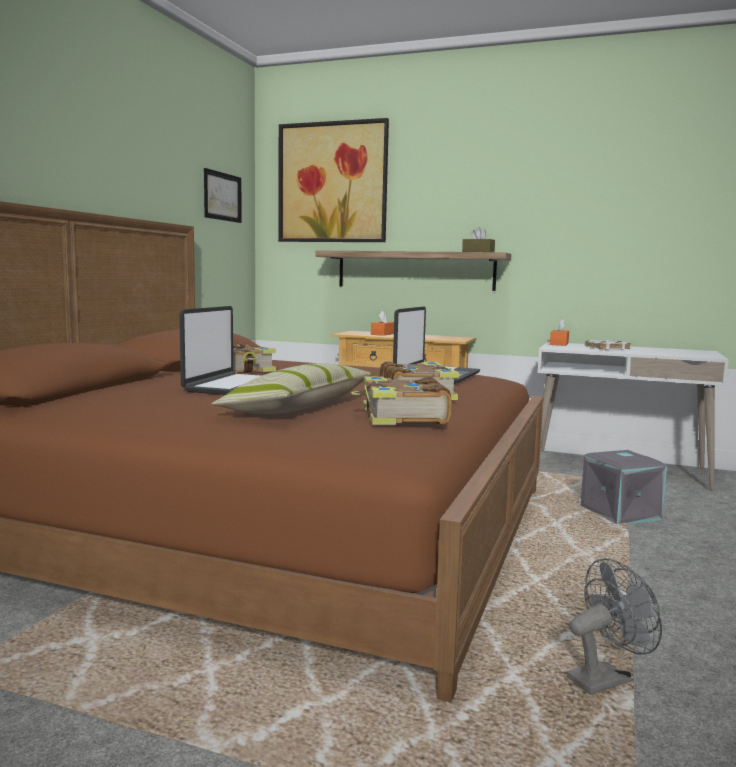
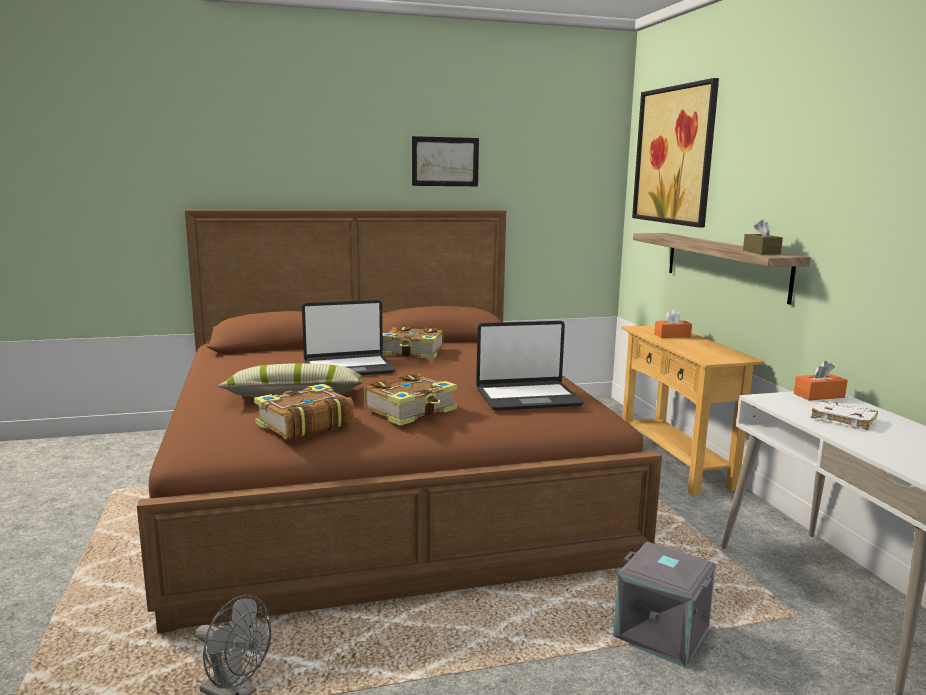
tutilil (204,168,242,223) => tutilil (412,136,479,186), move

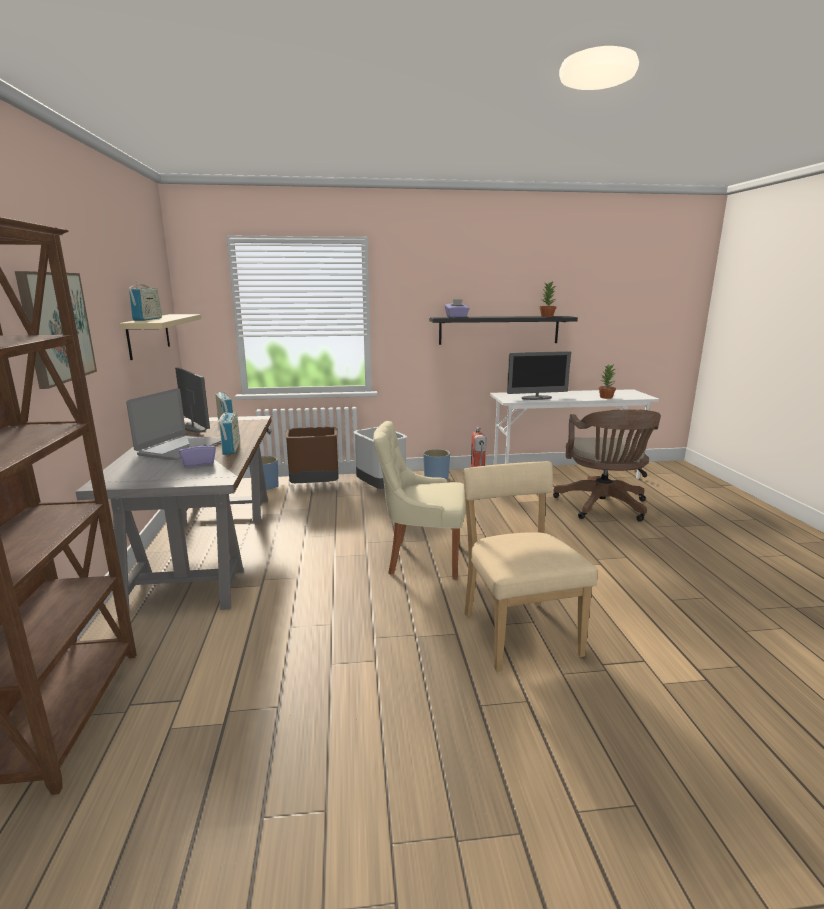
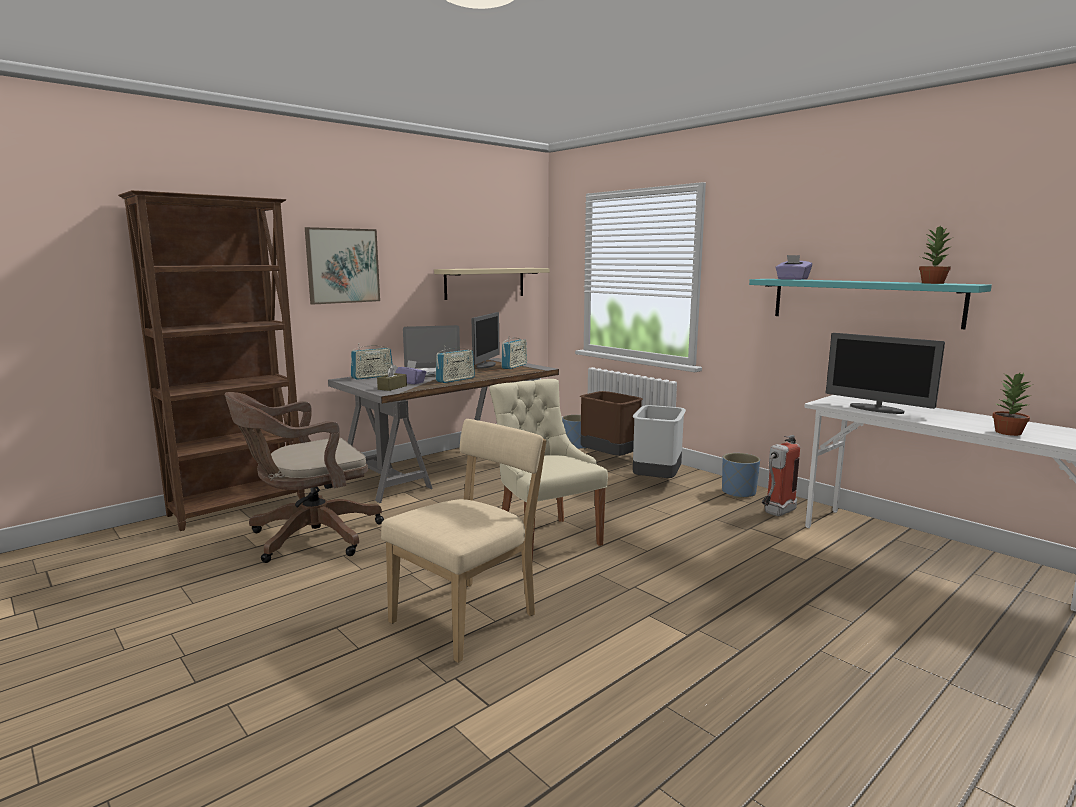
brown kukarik (553,409,661,522) => brown kukarik (225,392,384,563), move
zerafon (129,281,162,321) => zerafon (351,343,392,380), move
nothing => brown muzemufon (377,364,407,391)
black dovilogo (429,316,578,345) => turquoise dovilogo (749,279,992,329)

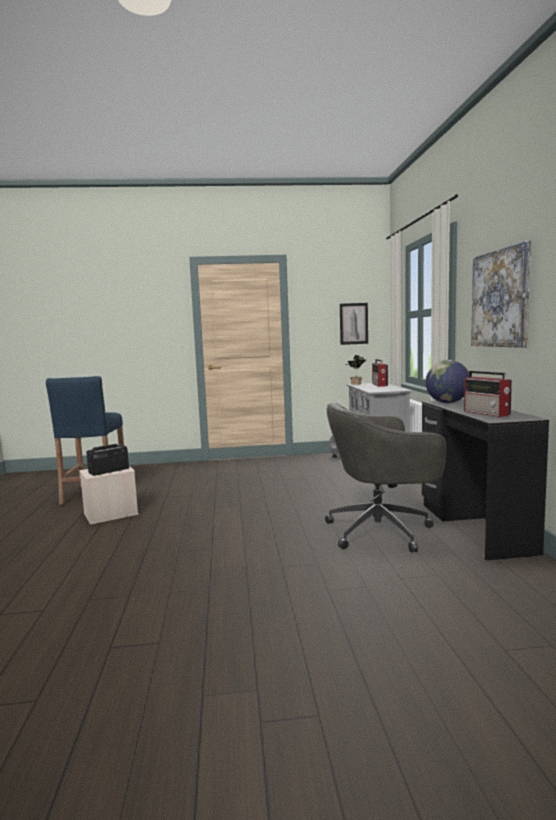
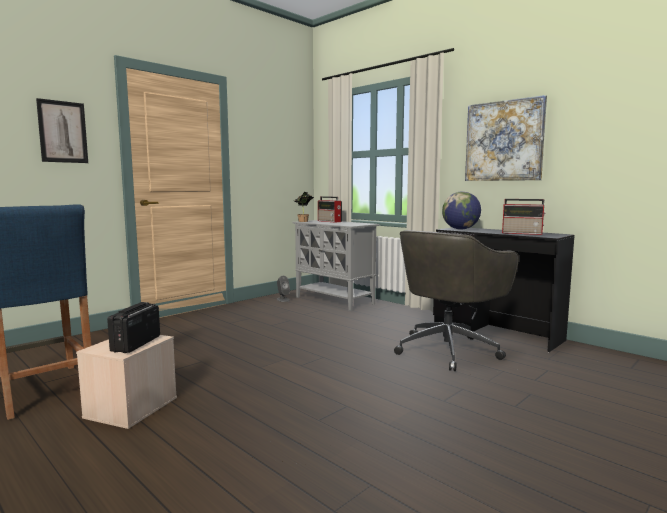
tutilil (340,303,368,345) => tutilil (36,98,88,163), move

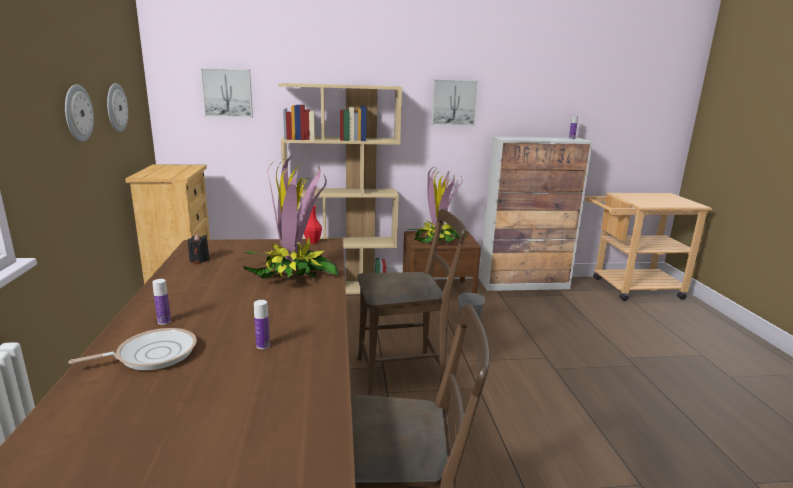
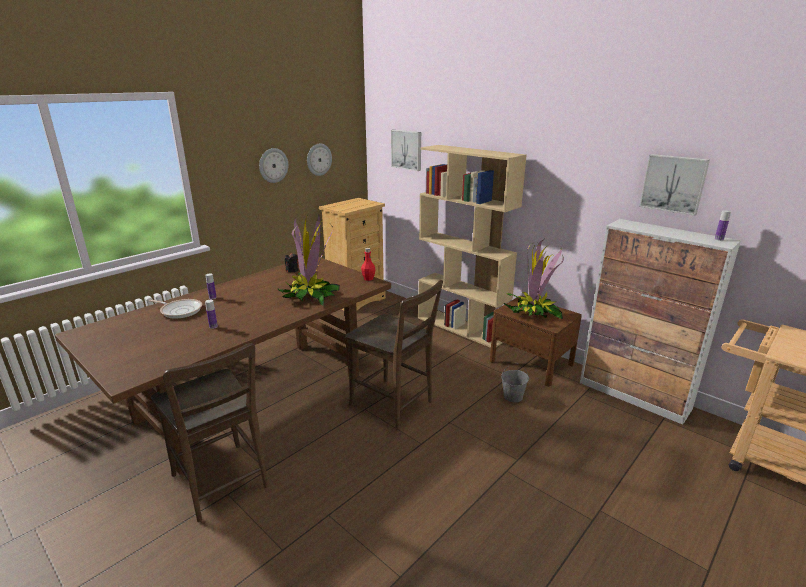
tutilil (431,79,478,126) => tutilil (639,154,710,216), move

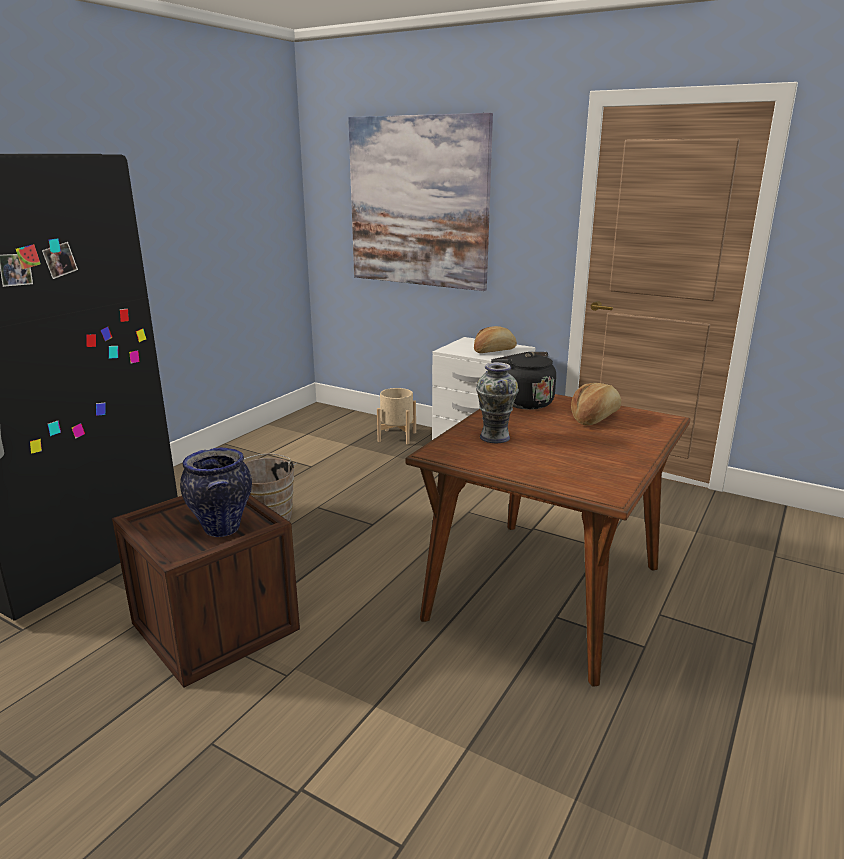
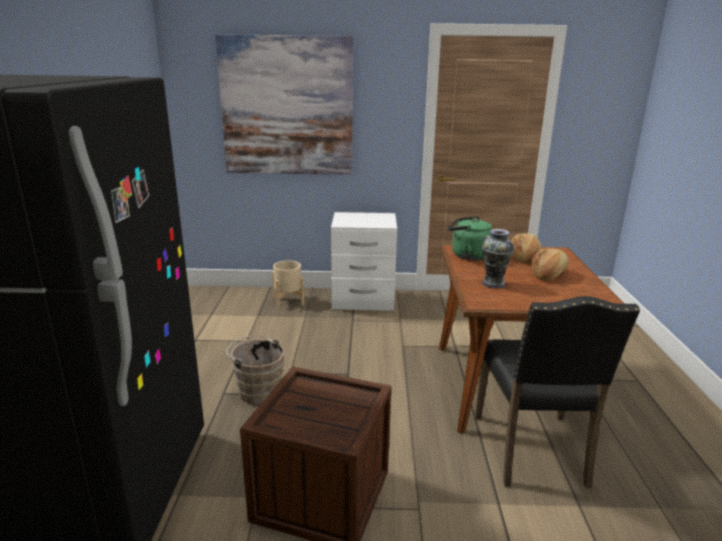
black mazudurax (491,352,556,409) => green mazudurax (448,216,493,260)
nothing => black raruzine (475,296,640,488)
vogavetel (474,326,517,353) => vogavetel (532,248,569,281), move
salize (180,447,252,537) => nothing

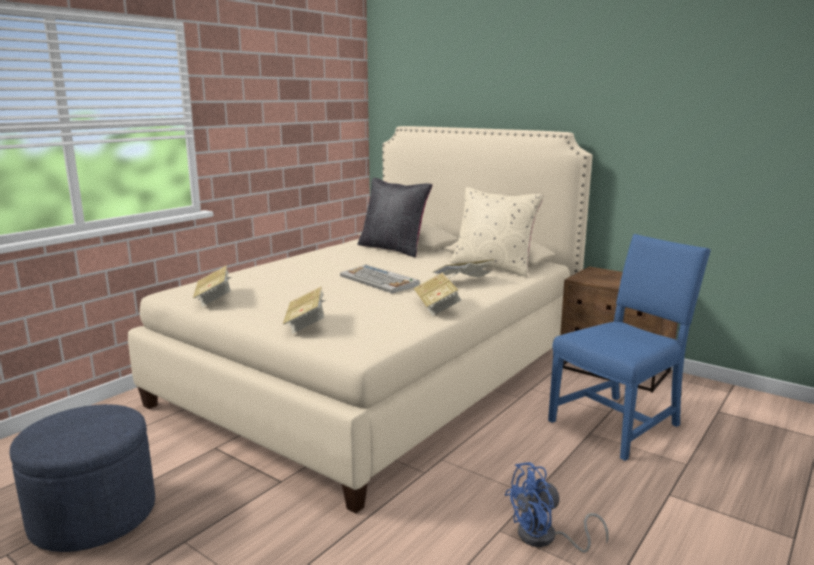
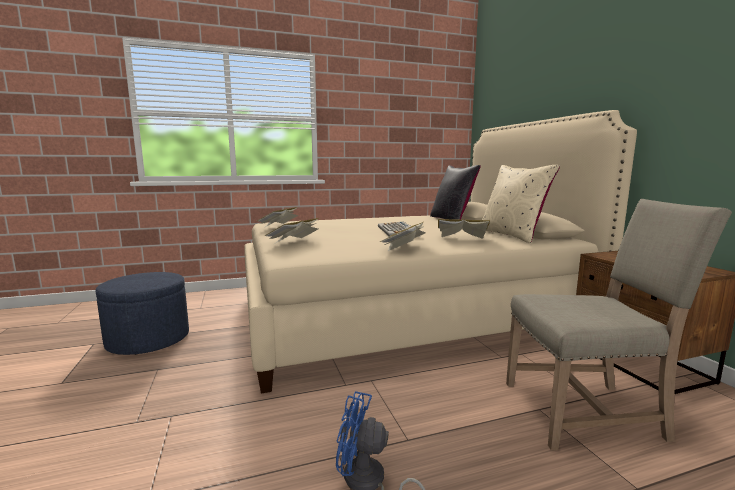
blue raruzine (548,234,711,461) => beige raruzine (506,199,732,450)

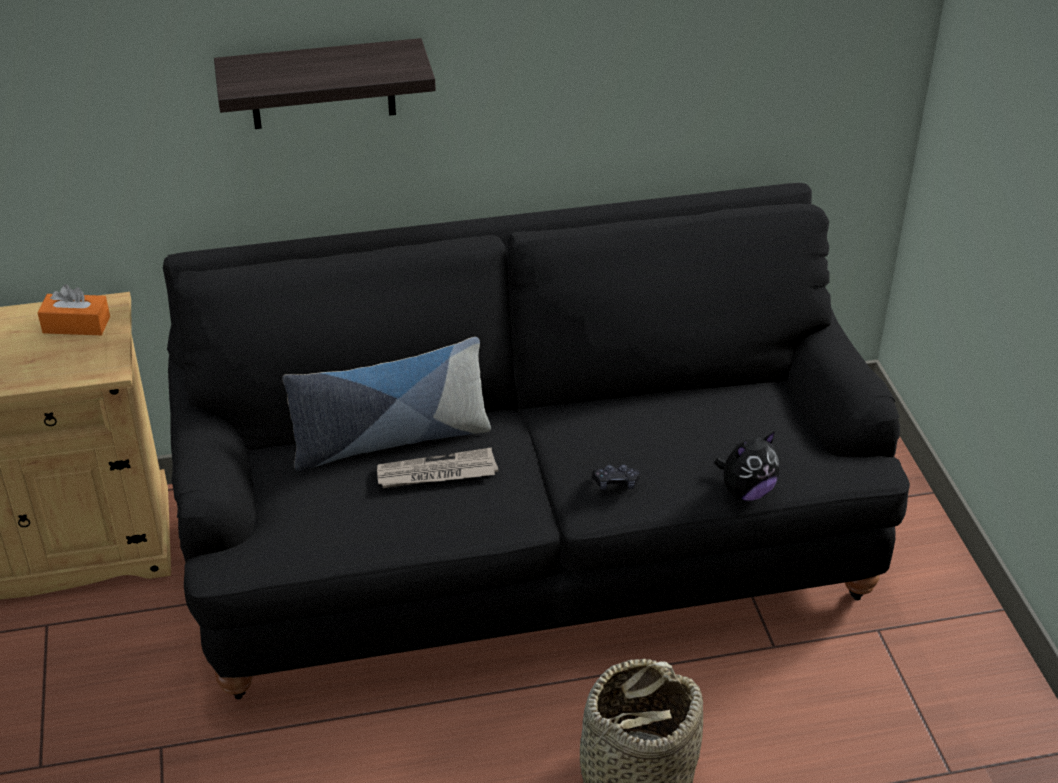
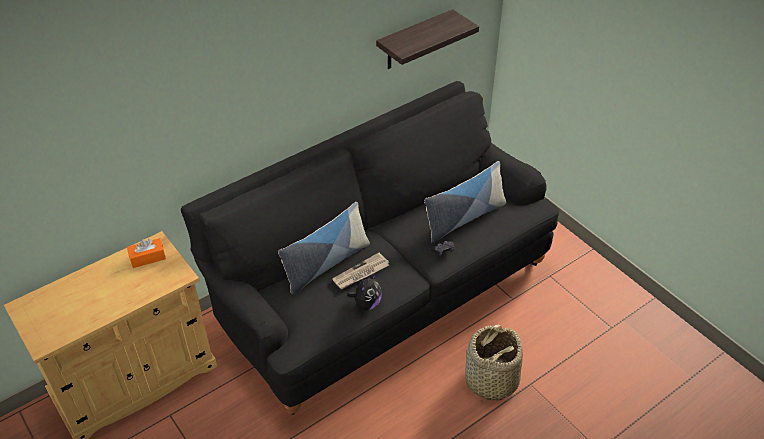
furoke (714,431,780,501) => furoke (347,274,382,310), move
dovilogo (214,38,436,129) => dovilogo (376,9,479,69), move
nothing => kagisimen (424,161,506,243)

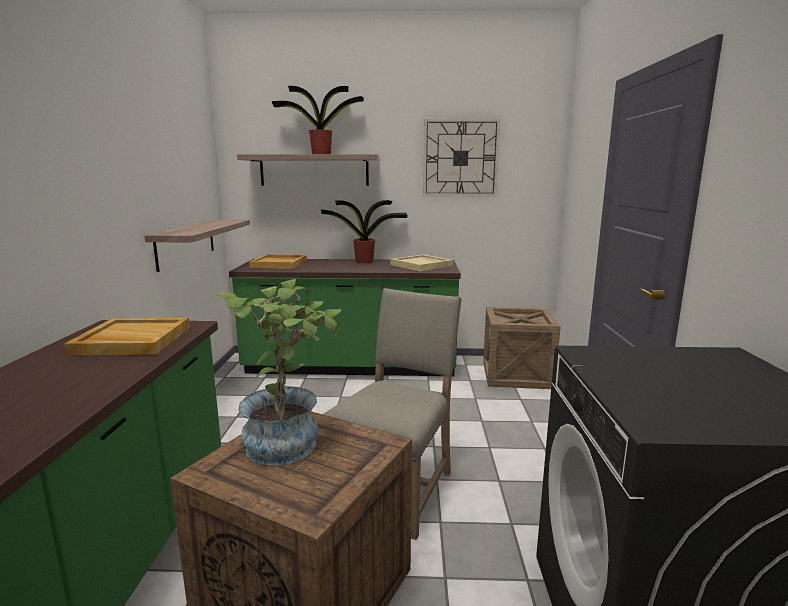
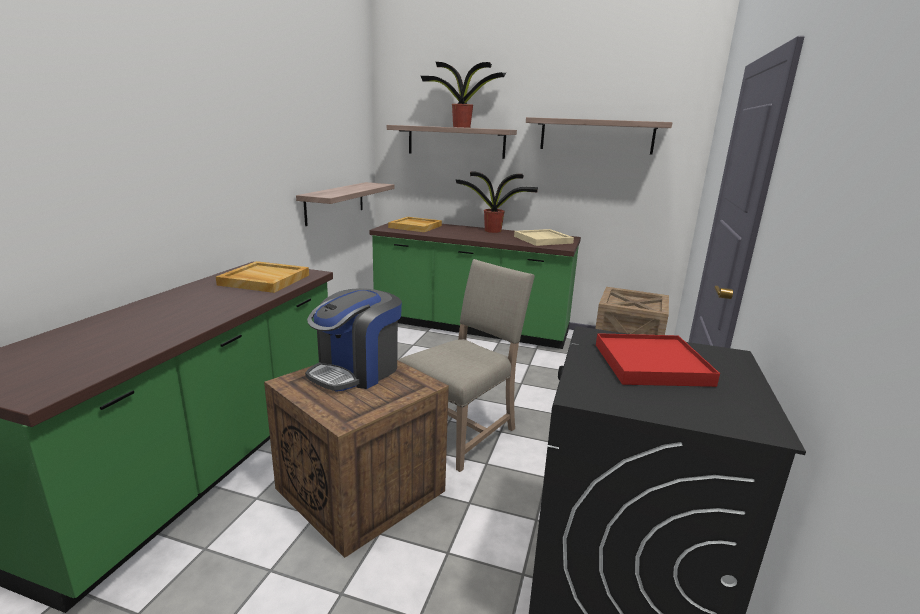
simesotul (216,279,341,466) => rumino (305,288,402,392)
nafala (423,119,500,196) => dovilogo (526,117,673,154)
nothing => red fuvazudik (596,333,720,387)

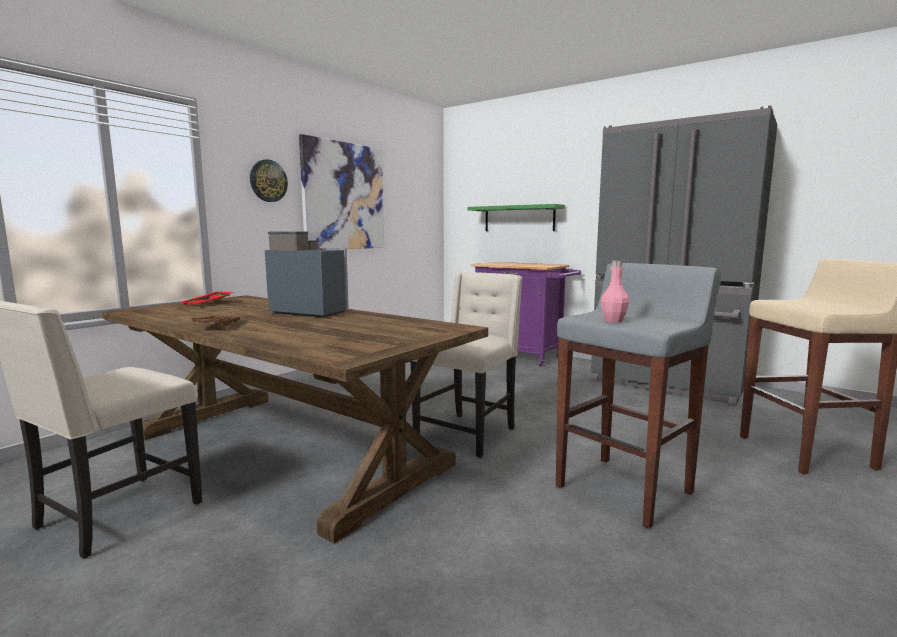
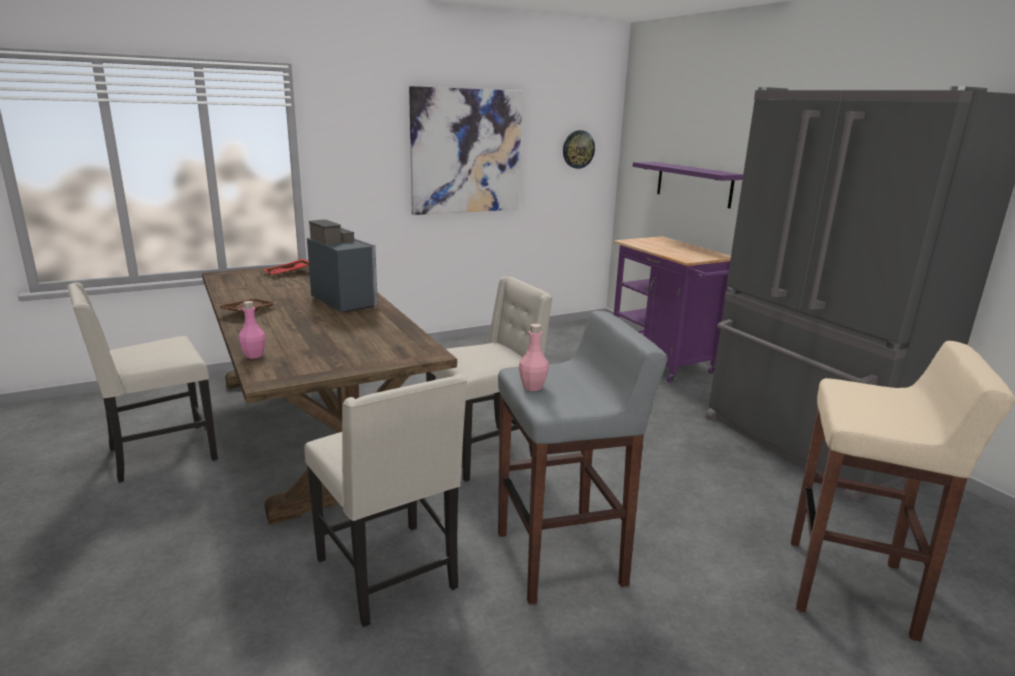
nothing => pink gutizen (238,301,266,359)
nothing => beige raruzine (304,374,468,627)
nafala (250,159,288,202) => nafala (563,130,595,169), move
green dovilogo (468,204,565,231) => purple dovilogo (633,162,743,208)

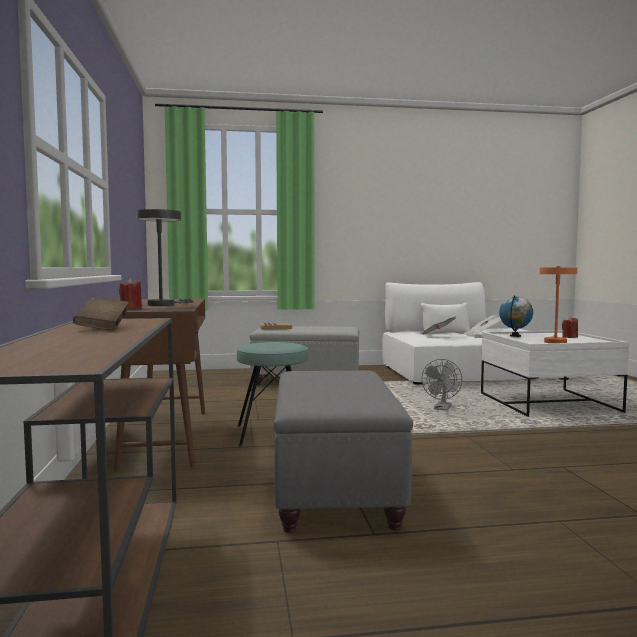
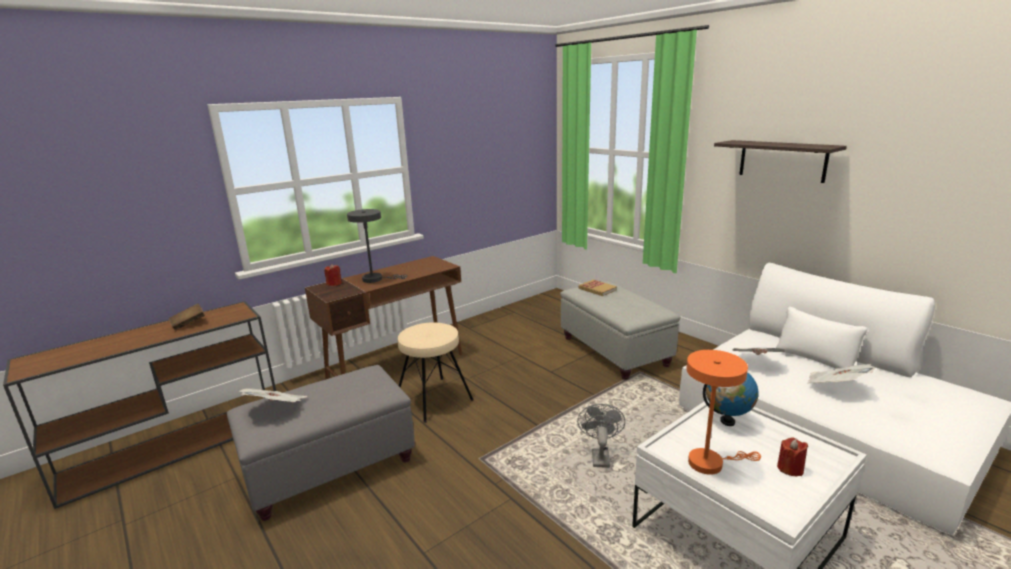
nothing => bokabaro (239,388,308,402)
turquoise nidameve (237,342,308,446) => beige nidameve (398,322,474,423)
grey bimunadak (422,359,462,411) => grey bimunadak (577,404,625,468), 105 degrees clockwise
nothing => dovilogo (714,140,847,183)

